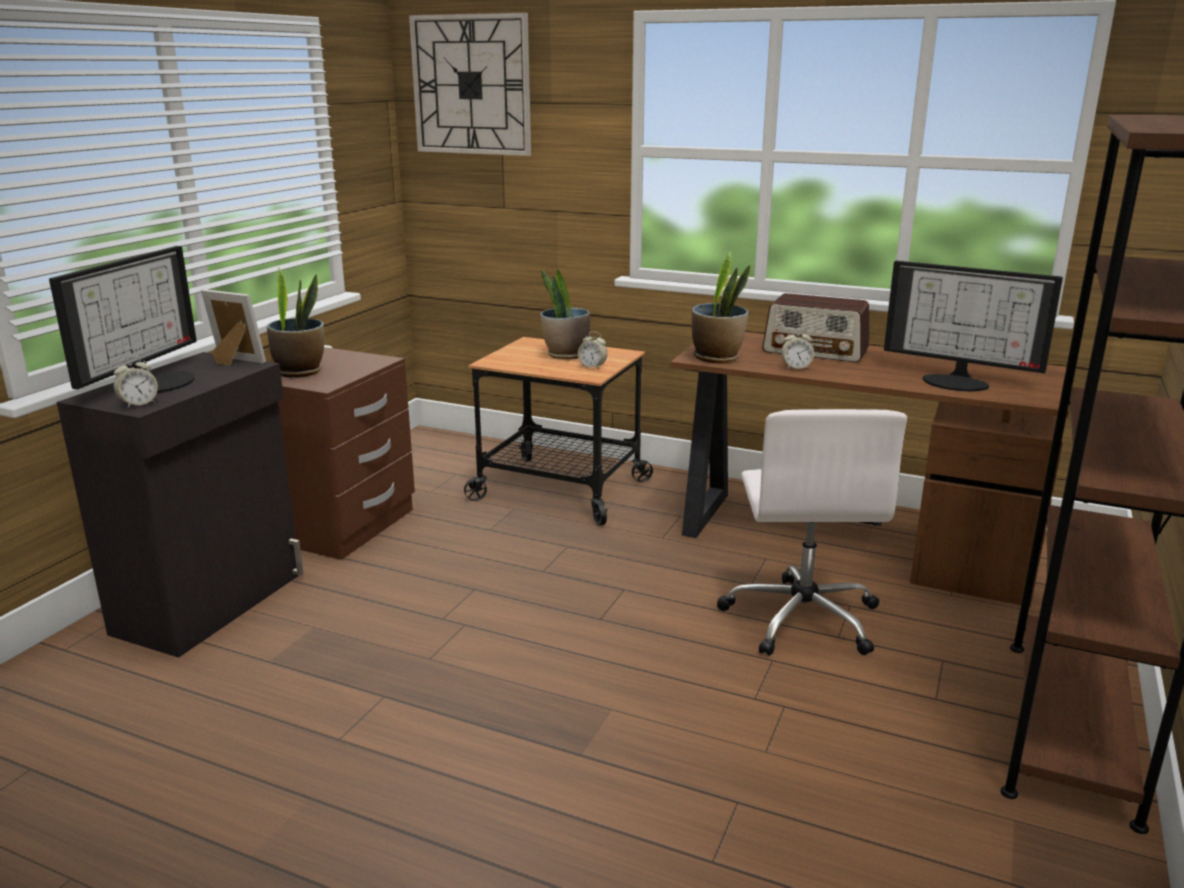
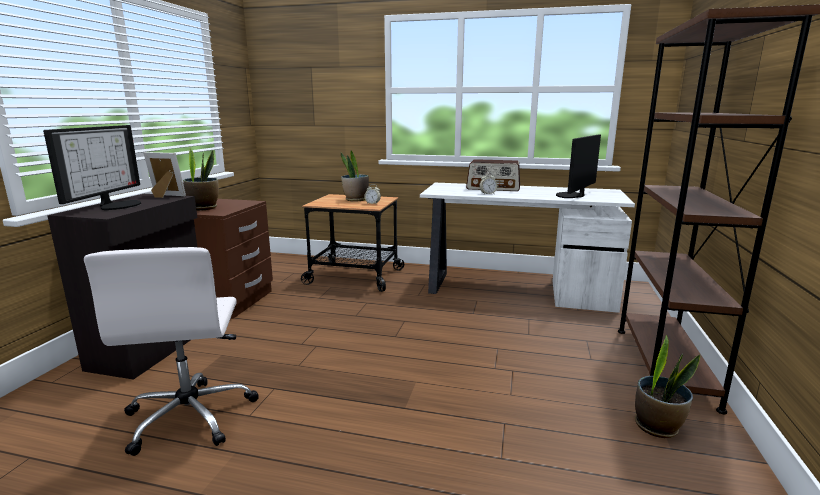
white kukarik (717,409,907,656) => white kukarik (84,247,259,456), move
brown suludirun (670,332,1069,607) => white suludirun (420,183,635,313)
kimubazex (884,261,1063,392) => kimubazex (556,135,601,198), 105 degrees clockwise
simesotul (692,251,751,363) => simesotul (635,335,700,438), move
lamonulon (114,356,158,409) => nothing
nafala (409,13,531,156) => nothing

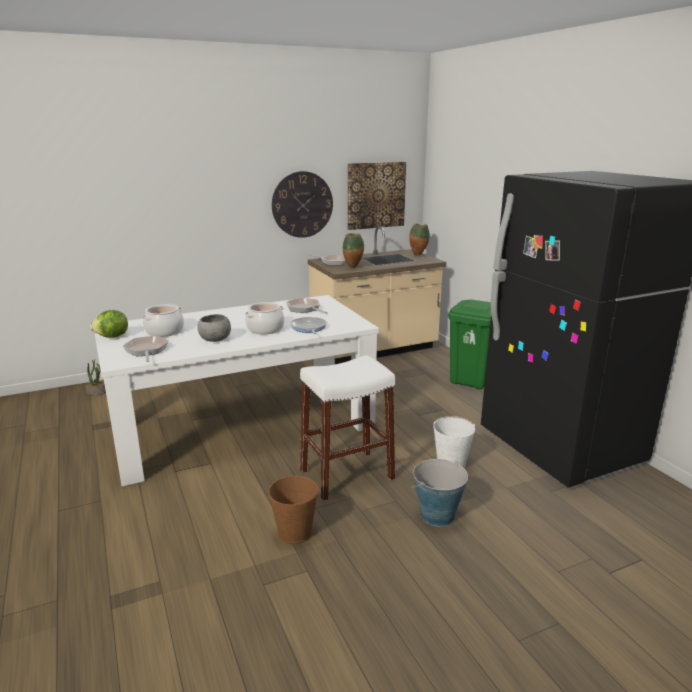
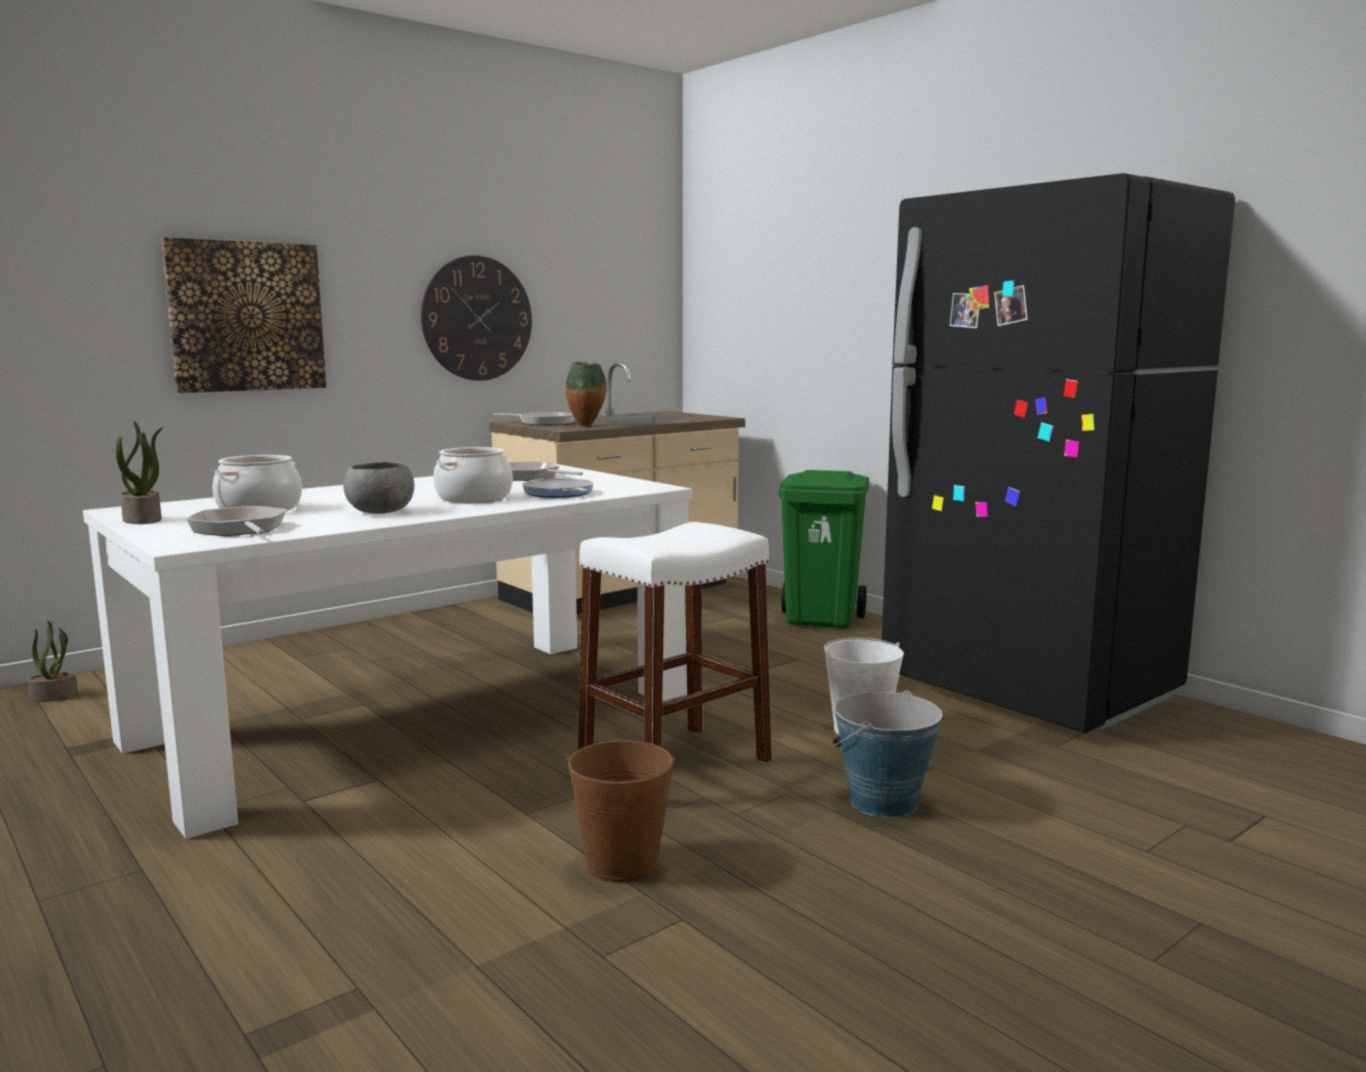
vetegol (90,310,128,338) => simesotul (116,421,162,524)
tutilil (347,162,406,230) => tutilil (161,237,326,393), move
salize (409,223,430,255) => nothing

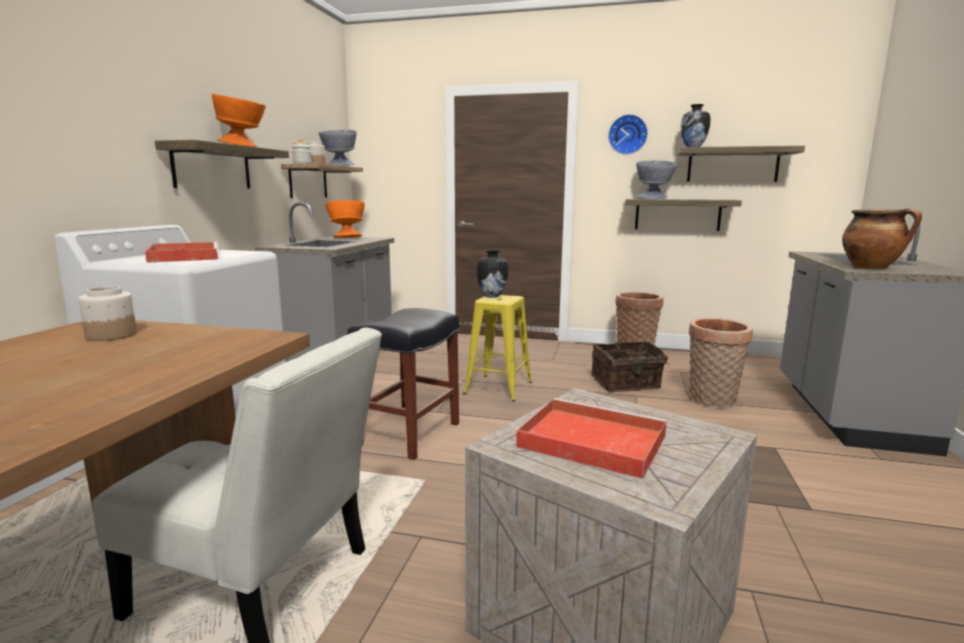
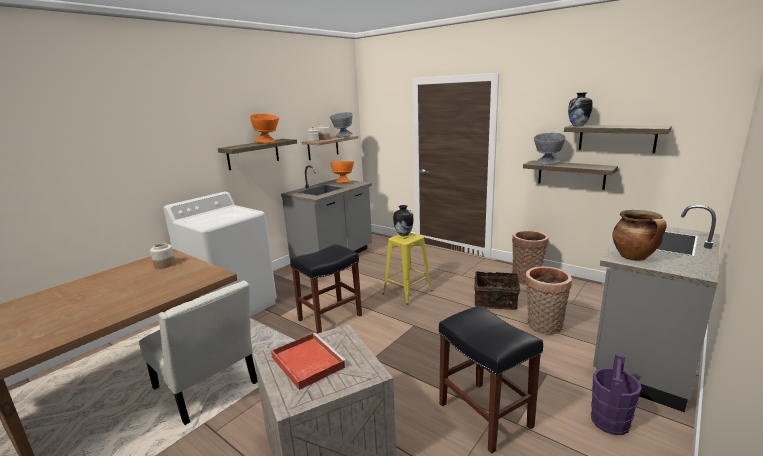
nothing => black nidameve (439,306,543,454)
nothing => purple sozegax (591,354,642,435)
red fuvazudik (145,242,220,263) => nothing
nafala (608,114,648,155) => nothing

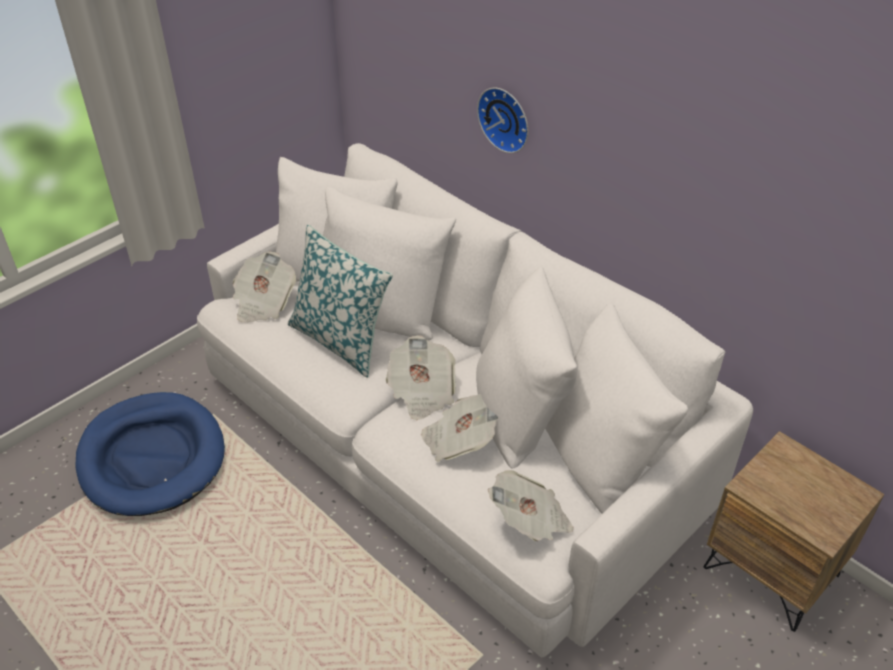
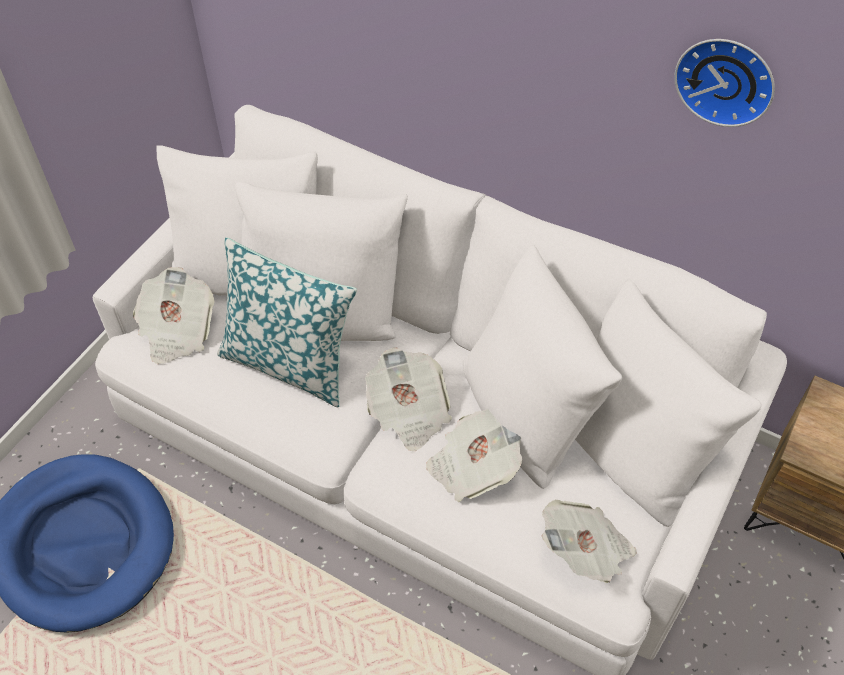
nafala (477,87,528,153) => nafala (674,39,775,127), move

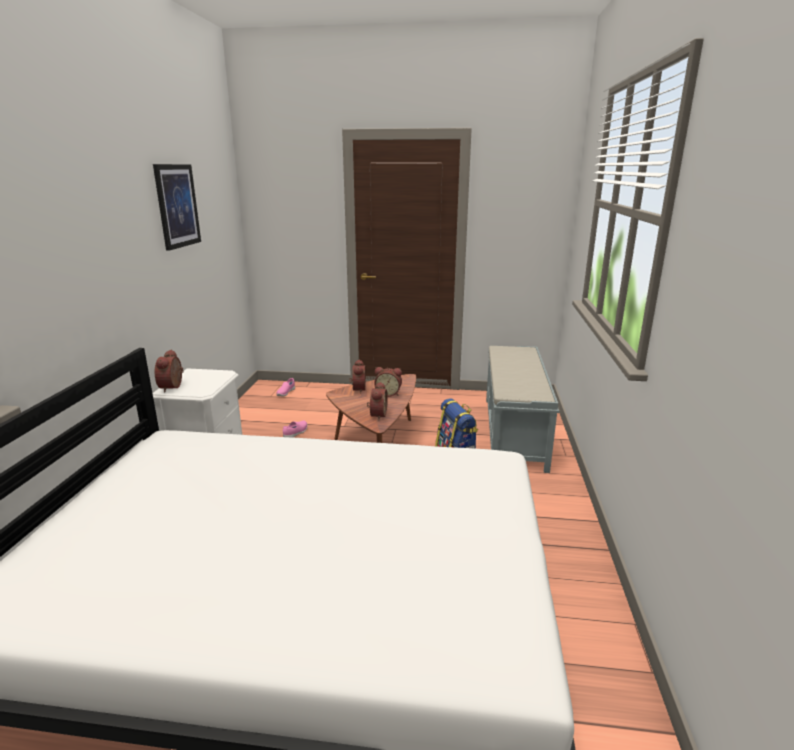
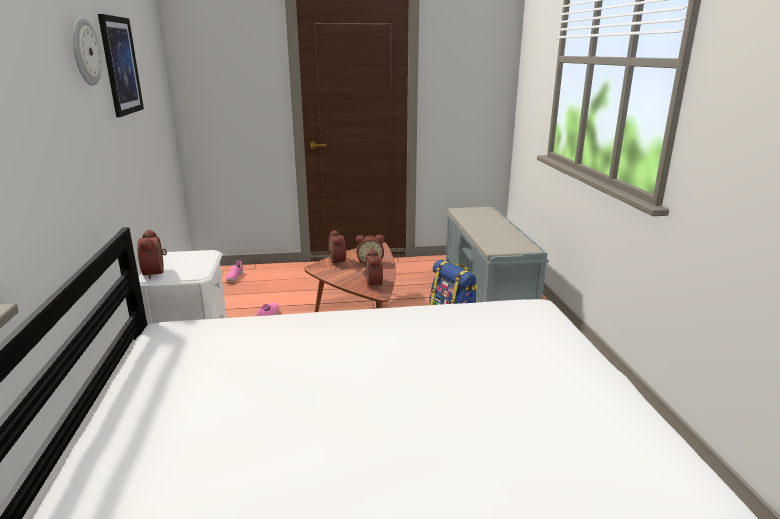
nothing => nafala (73,17,102,86)

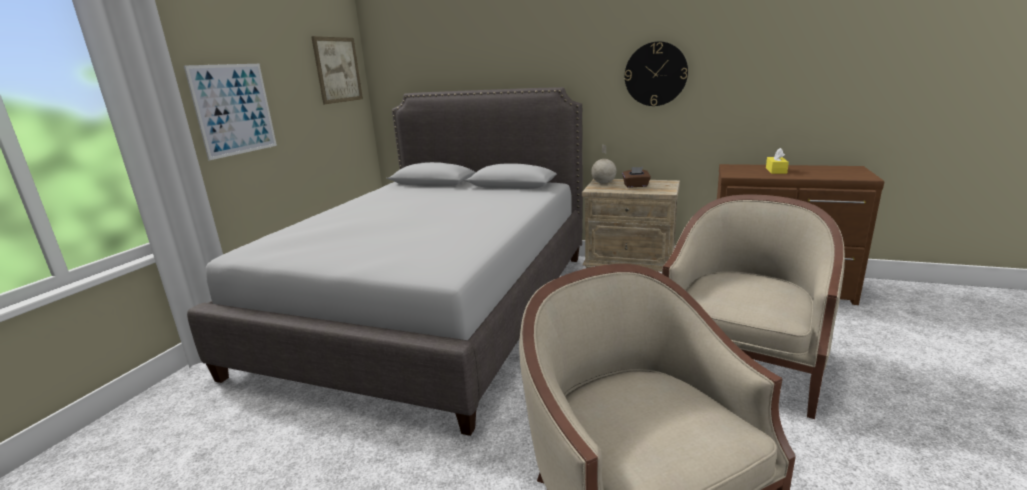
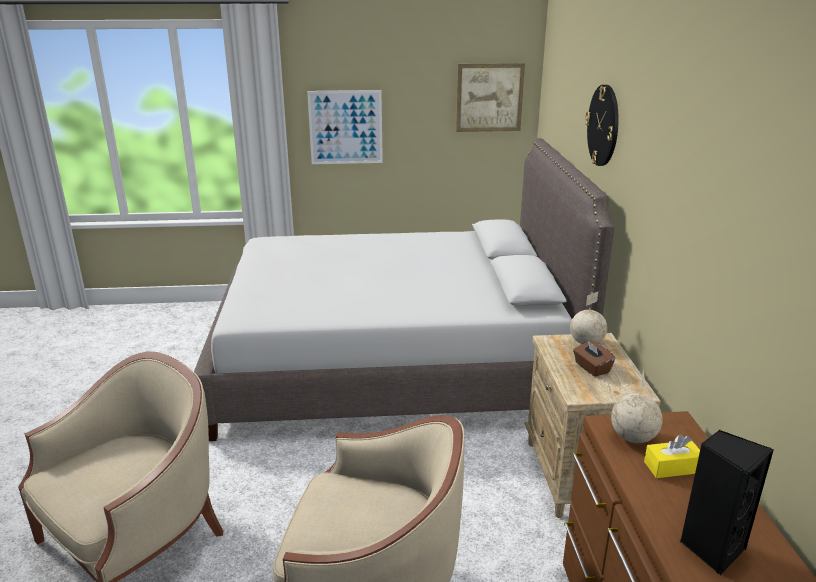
nafala (625,41,688,106) => nafala (585,85,619,166), move
nothing => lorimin (611,370,663,443)
nothing => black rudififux (680,430,774,575)

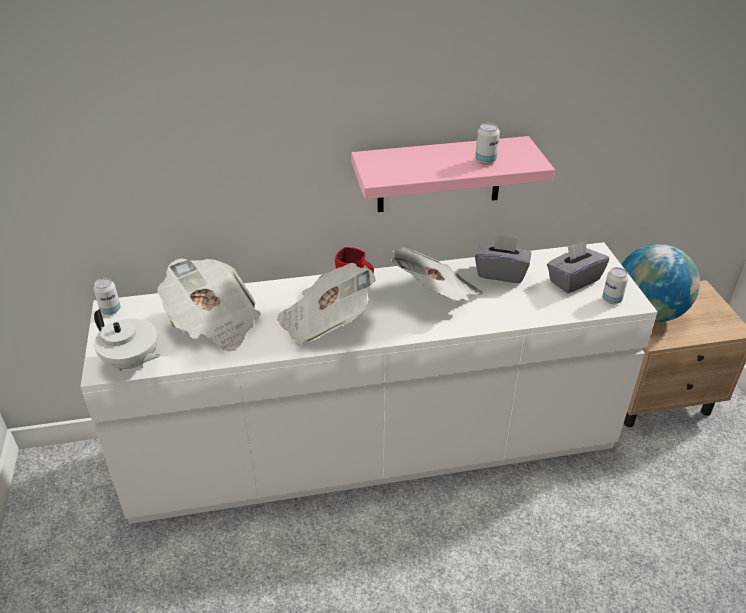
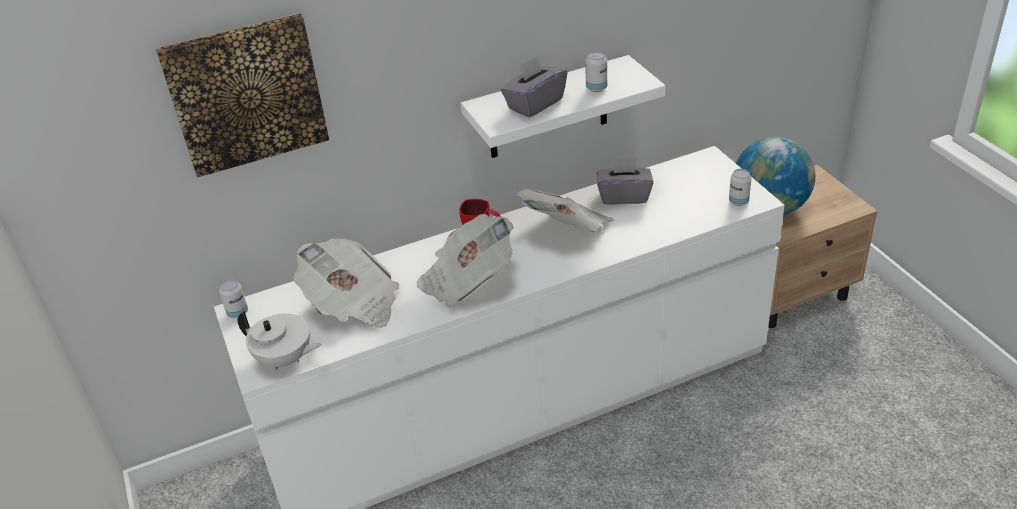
nothing => tutilil (156,13,329,178)
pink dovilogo (351,136,555,212) => white dovilogo (460,55,666,158)
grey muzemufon (547,241,609,293) => grey muzemufon (501,55,568,117), move

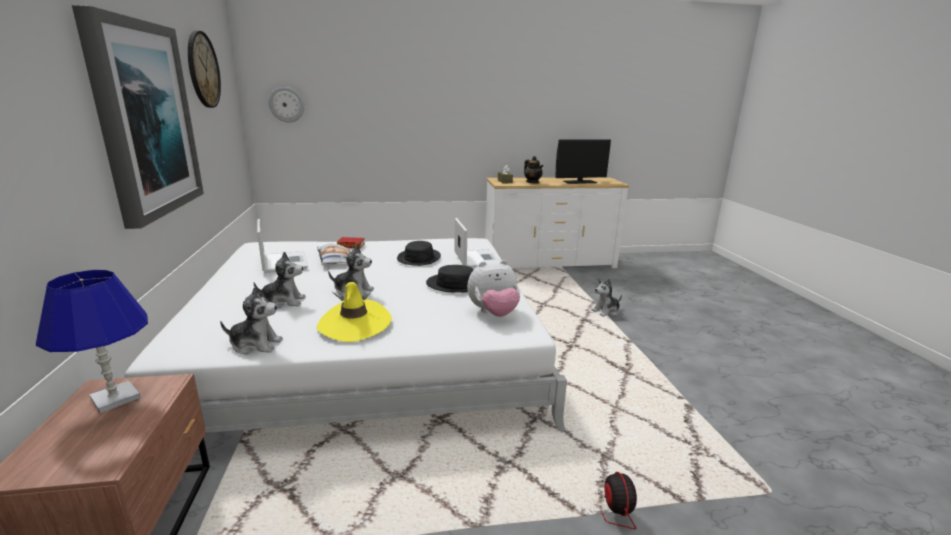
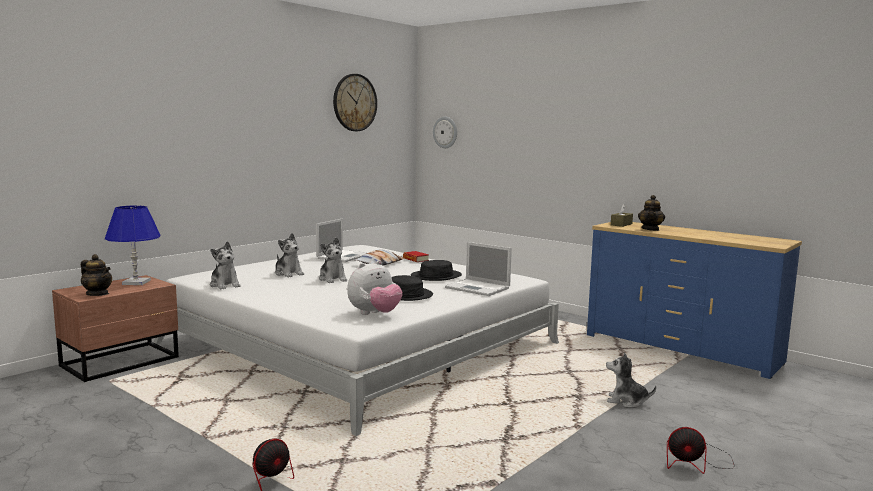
nothing => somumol (81,254,112,296)
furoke (467,260,520,317) => furoke (347,260,403,315), 75 degrees counterclockwise
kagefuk (454,218,500,268) => kagefuk (445,242,512,296), 90 degrees clockwise
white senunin (485,177,629,268) => blue senunin (587,222,802,379)
nothing => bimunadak (667,427,735,474)
tutilil (72,5,204,229) => nothing
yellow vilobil (317,282,392,342) => nothing
kimubazex (556,139,611,184) => nothing

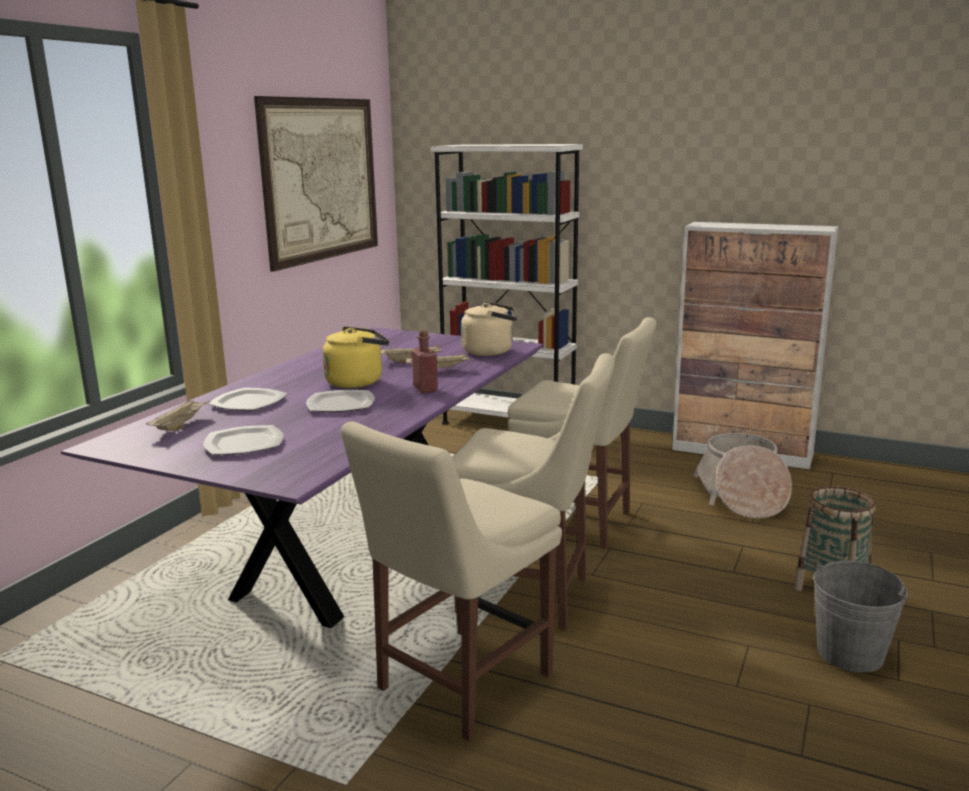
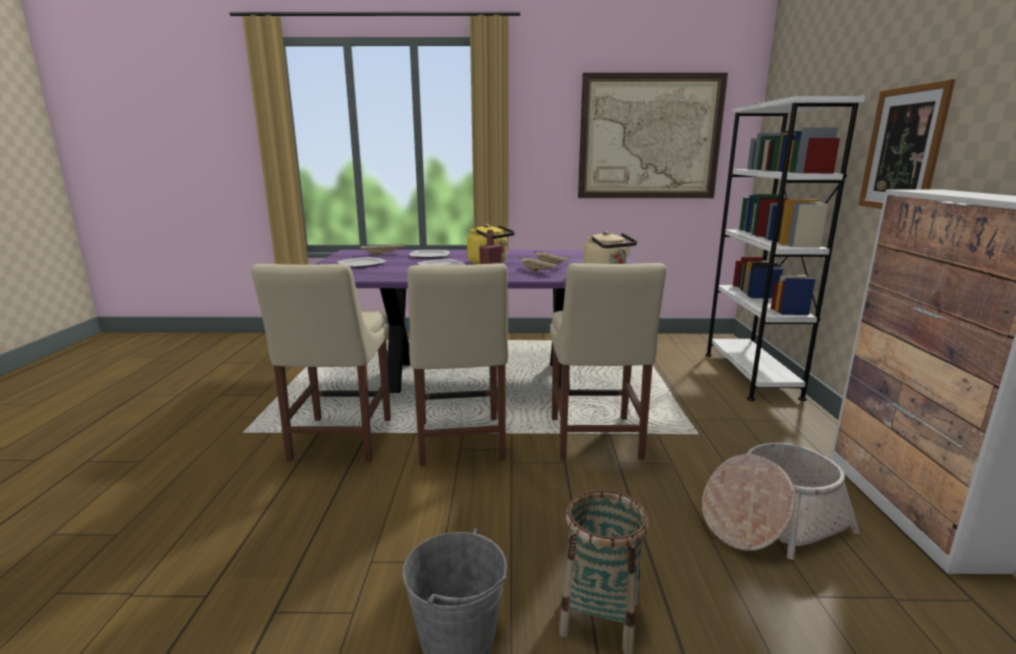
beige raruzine (341,422,562,742) => beige raruzine (251,264,391,462), 105 degrees counterclockwise
nothing => tutilil (858,79,955,209)

